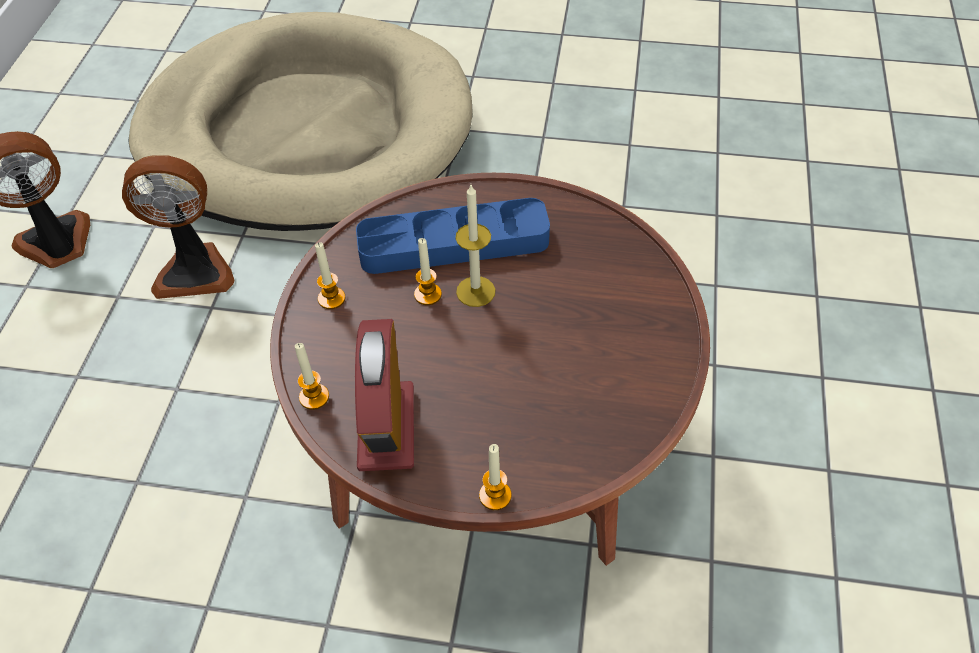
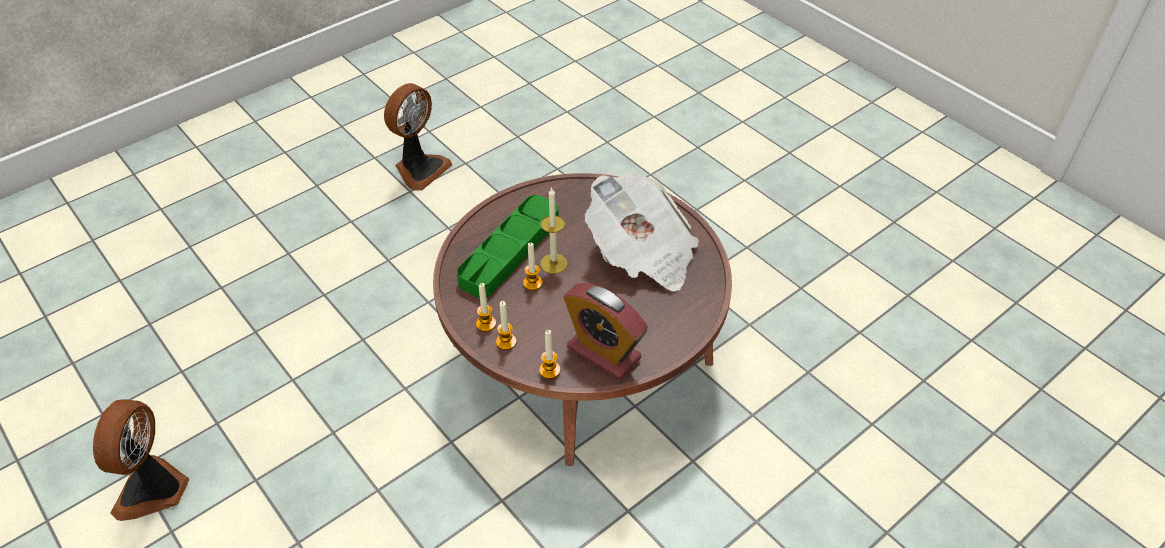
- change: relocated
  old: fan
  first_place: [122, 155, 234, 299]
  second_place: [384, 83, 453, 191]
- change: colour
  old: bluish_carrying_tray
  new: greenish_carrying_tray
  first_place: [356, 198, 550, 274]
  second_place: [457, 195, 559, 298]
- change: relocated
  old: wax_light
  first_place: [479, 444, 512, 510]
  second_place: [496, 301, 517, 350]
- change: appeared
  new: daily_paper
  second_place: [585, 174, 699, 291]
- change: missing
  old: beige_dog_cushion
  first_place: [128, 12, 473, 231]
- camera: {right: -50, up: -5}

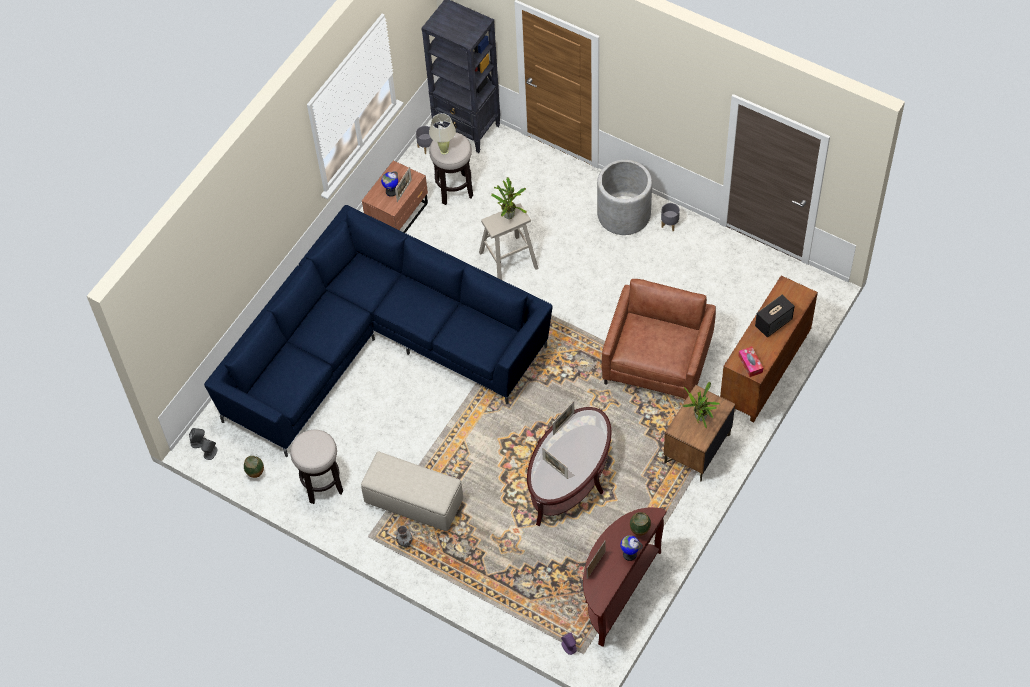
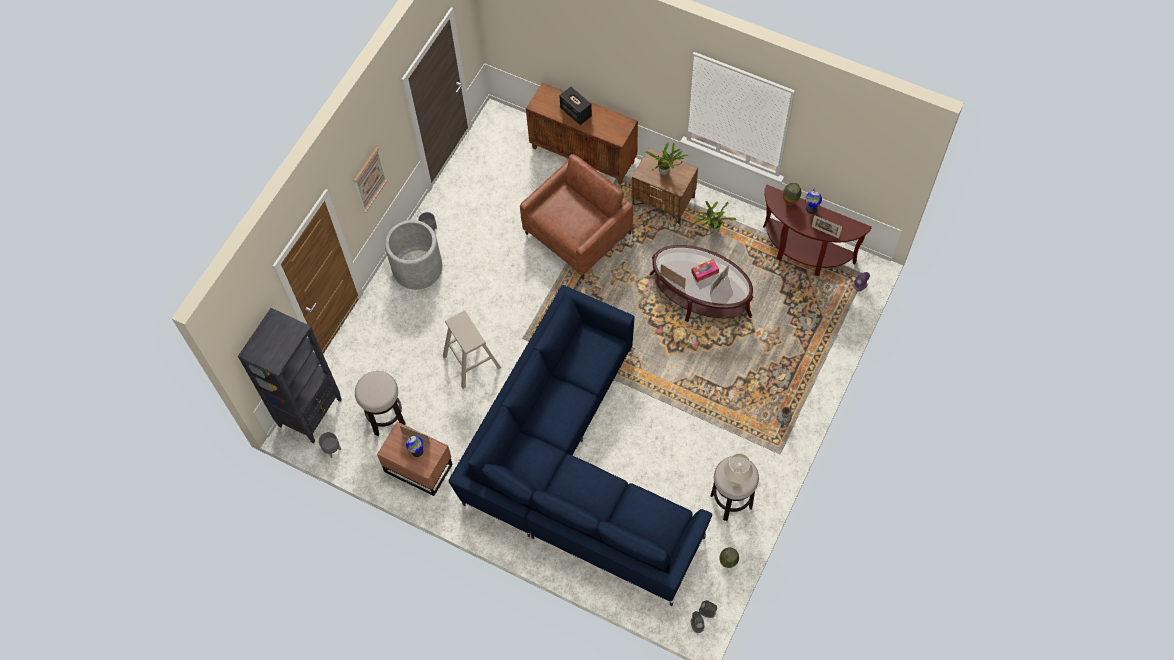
- change: appeared
  new: wall_picture
  second_place: [354, 147, 388, 213]
- change: spun
  old: brown-coloured_armchair
  first_place: [601, 279, 716, 399]
  second_place: [520, 154, 633, 279]
  degrees: 120
- change: relocated
  old: tissue_holder
  first_place: [738, 346, 763, 377]
  second_place: [691, 259, 719, 282]
- change: relocated
  old: potted_plant
  first_place: [491, 177, 527, 219]
  second_place: [693, 201, 736, 233]
- change: relocated
  old: beige_lamp_for_a_table
  first_place: [429, 113, 456, 155]
  second_place: [724, 453, 753, 486]
- change: missing
  old: beige_ottoman
  first_place: [361, 451, 463, 531]
- camera: {right: -95, up: 5}

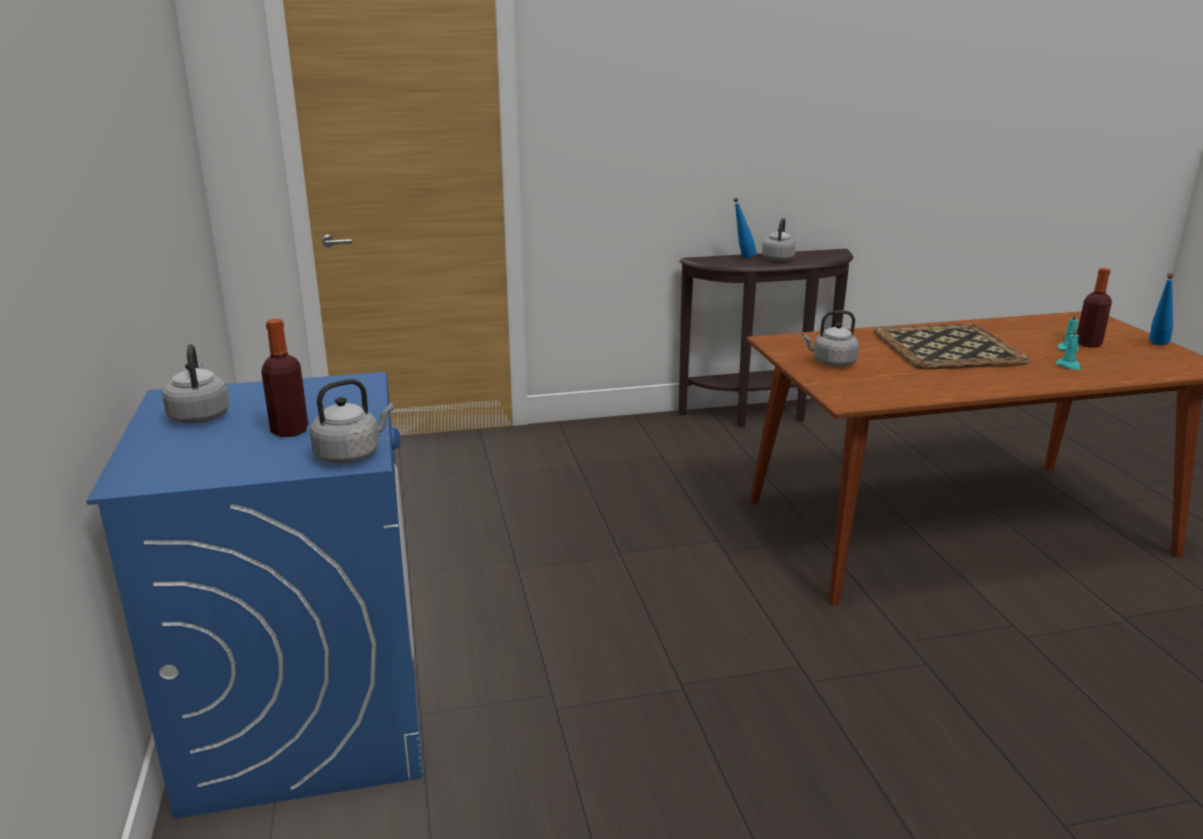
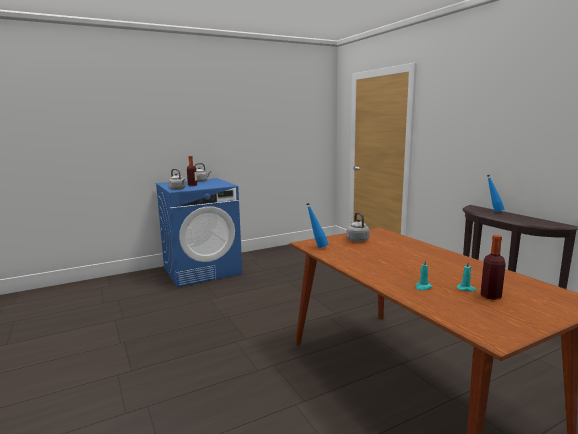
- change: relocated
  old: bluish_drink_bottle
  first_place: [1149, 273, 1174, 345]
  second_place: [306, 203, 329, 248]
- change: missing
  old: grey_tea_kettle
  first_place: [762, 218, 796, 261]
- change: missing
  old: carrying_tray
  first_place: [874, 324, 1030, 369]
- camera: {right: 75, up: -10}

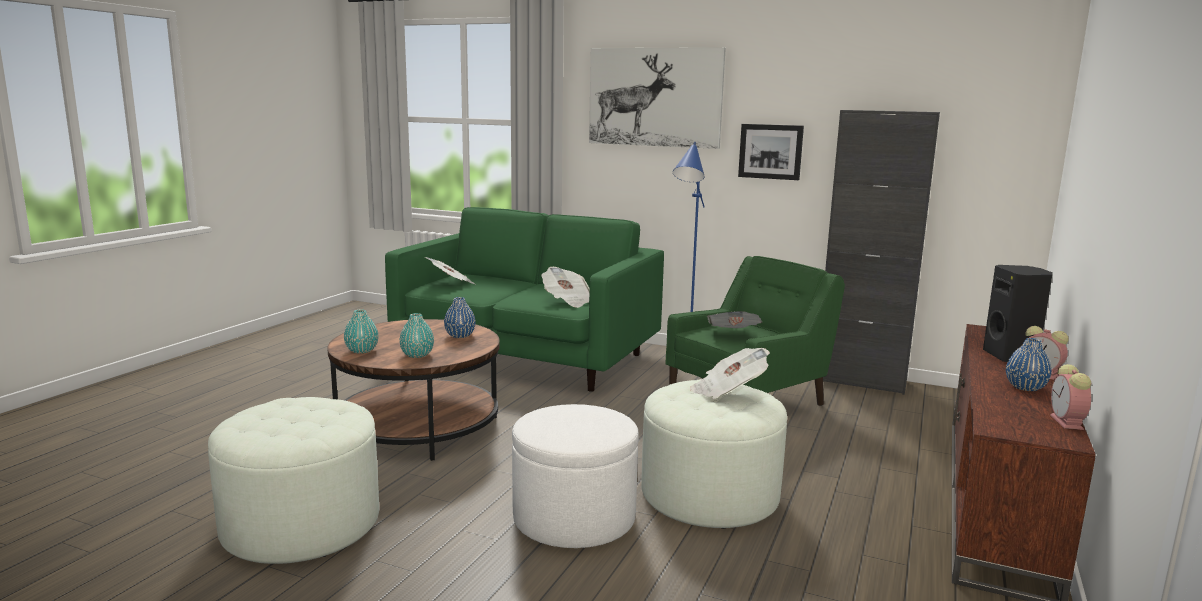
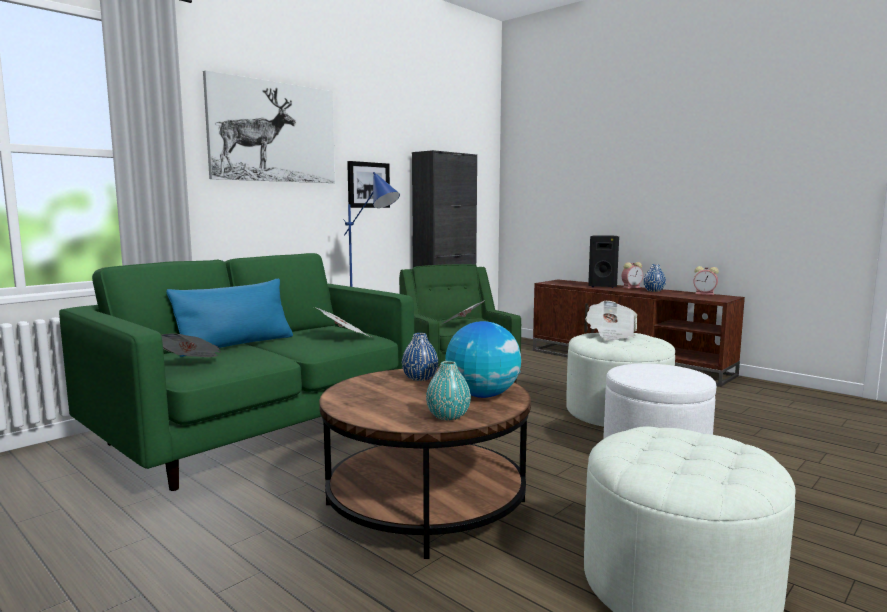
- change: appeared
  new: bluish_cushion
  second_place: [166, 278, 293, 357]
- change: exchanged
  old: blue-green_vase
  new: globe
  first_place: [399, 313, 434, 358]
  second_place: [445, 321, 521, 398]
- camera: {right: -70, up: -5}

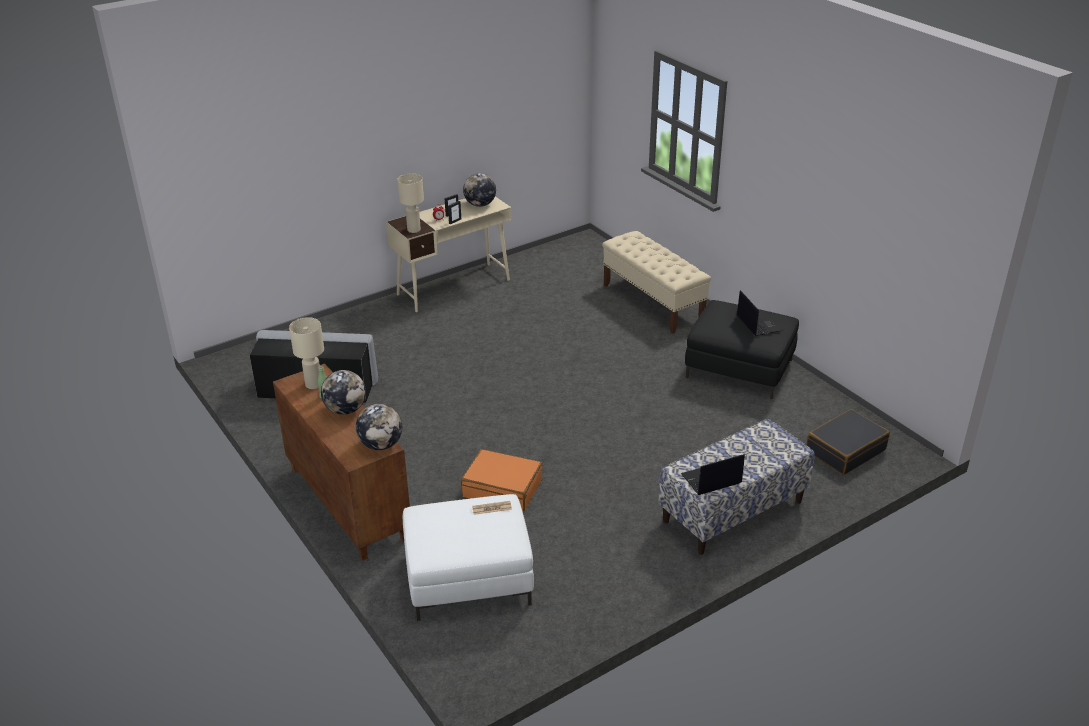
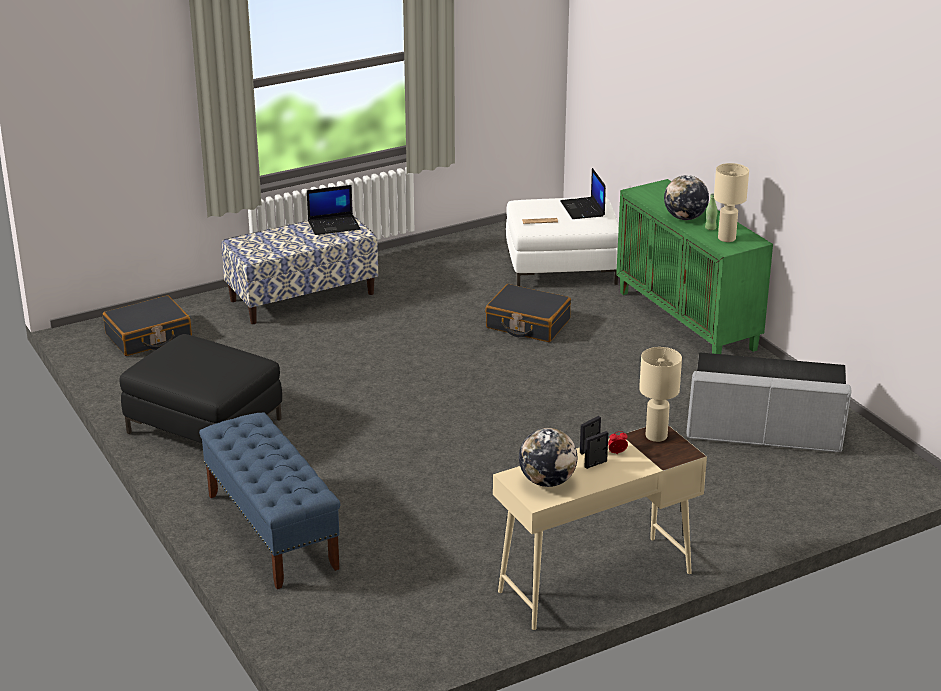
- change: colour
  old: beige_indoor_bench
  new: bluish_indoor_bench
  first_place: [602, 231, 711, 334]
  second_place: [199, 412, 340, 589]
- change: colour
  old: orange_piece_of_luggage
  new: black_piece_of_luggage
  first_place: [461, 449, 543, 511]
  second_place: [485, 284, 571, 342]
- change: relocated
  old: laptop
  first_place: [737, 290, 782, 336]
  second_place: [560, 168, 606, 219]
- change: colour
  old: brown-coloured_cabinet
  new: greenish_cabinet
  first_place: [273, 363, 410, 561]
  second_place: [616, 179, 773, 354]
- change: missing
  old: globe
  first_place: [356, 404, 402, 450]
- camera: {right: -175, up: -5}

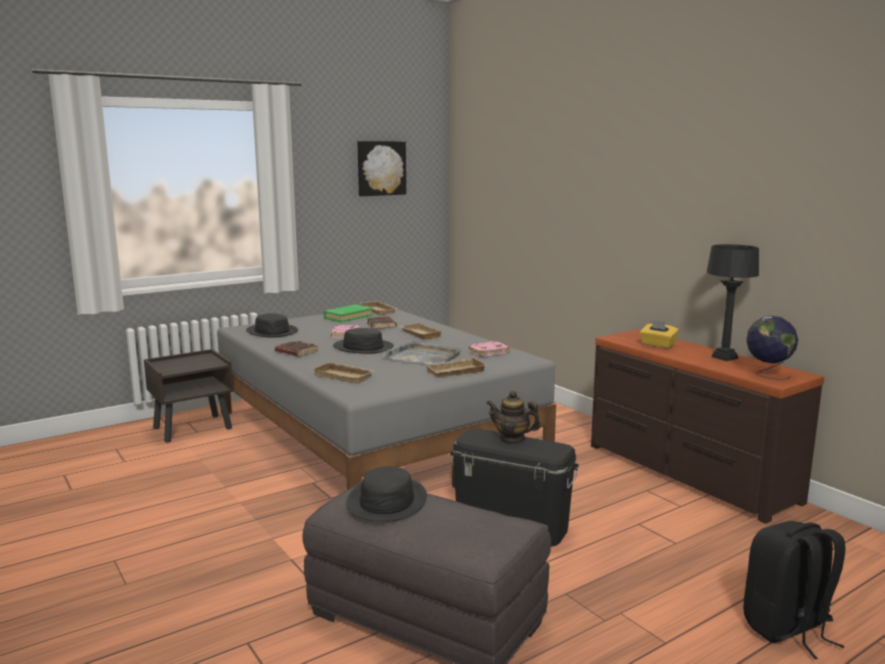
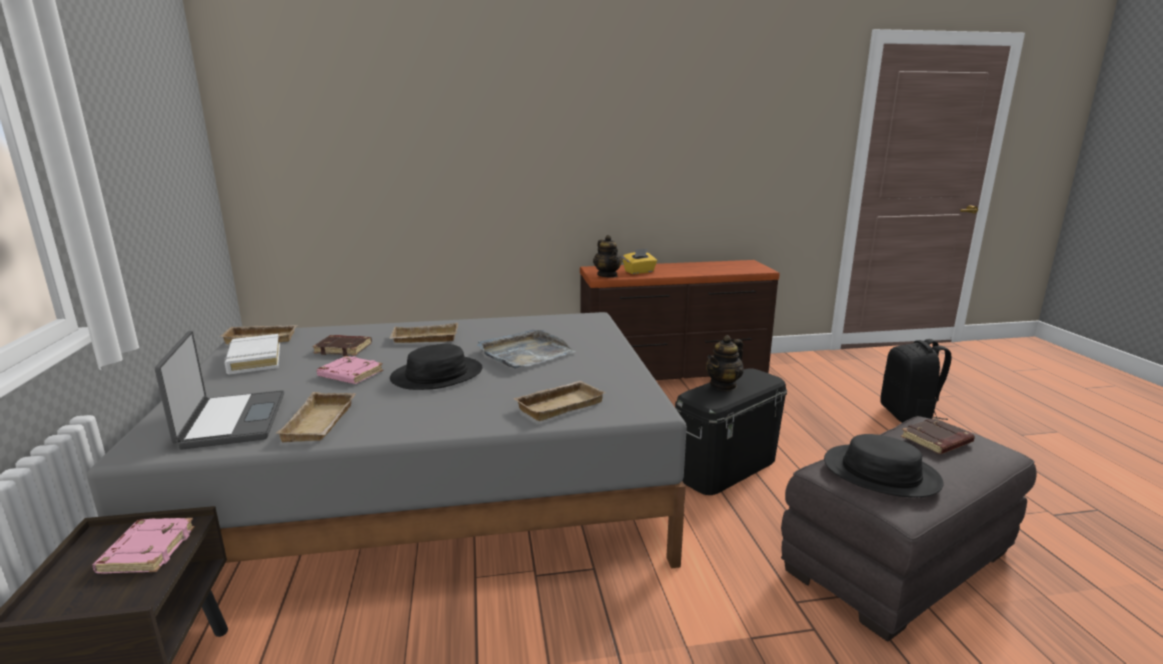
- change: relocated
  old: pinkish_volume
  first_place: [467, 341, 510, 357]
  second_place: [92, 518, 195, 574]
- change: exchanged
  old: black_hat
  new: laptop
  first_place: [246, 313, 298, 337]
  second_place: [155, 331, 284, 450]
- change: colour
  old: greenish_volume
  new: white-coloured_volume
  first_place: [324, 304, 373, 323]
  second_place: [224, 334, 280, 374]
- change: relocated
  old: beige_carrying_tray
  first_place: [425, 357, 488, 377]
  second_place: [275, 392, 356, 442]
- change: appeared
  new: pot_for_tea
  second_place: [593, 235, 622, 278]
- change: relocated
  old: brown-coloured_volume
  first_place: [275, 341, 318, 357]
  second_place: [901, 418, 975, 454]
- change: missing
  old: wall_picture
  first_place: [357, 141, 406, 196]
- change: missing
  old: black_lamp_for_a_table
  first_place: [707, 244, 759, 361]
- change: missing
  old: globe
  first_place: [746, 316, 798, 380]
- camera: {right: -65, up: 5}

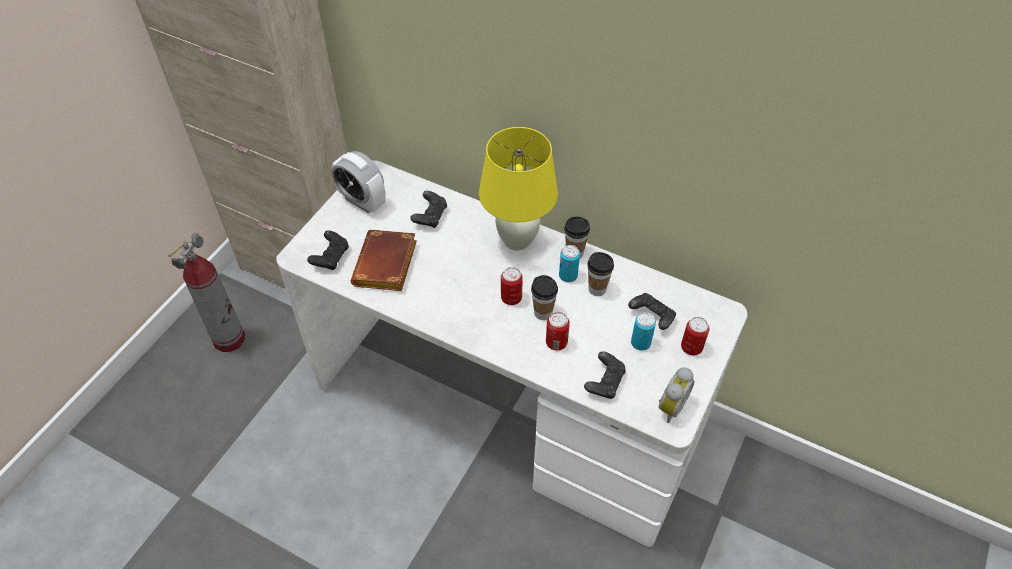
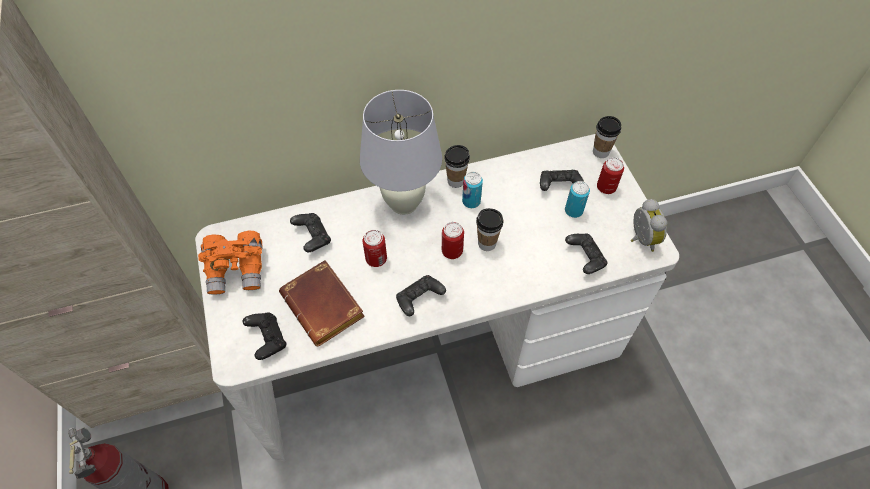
- change: exchanged
  old: alarm_clock
  new: orange_binoculars
  first_place: [331, 151, 385, 213]
  second_place: [198, 231, 263, 295]
- change: colour
  old: yellow_lamp_for_a_table
  new: white-coloured_lamp_for_a_table
  first_place: [479, 127, 558, 251]
  second_place: [360, 90, 442, 215]
- change: relocated
  old: metal_can
  first_place: [546, 312, 570, 351]
  second_place: [363, 230, 387, 267]
- change: appeared
  new: black_gamepad
  second_place: [396, 275, 446, 316]
- change: relocated
  old: cup
  first_place: [587, 252, 614, 296]
  second_place: [593, 116, 621, 158]
- camera: {right: -45, up: 5}

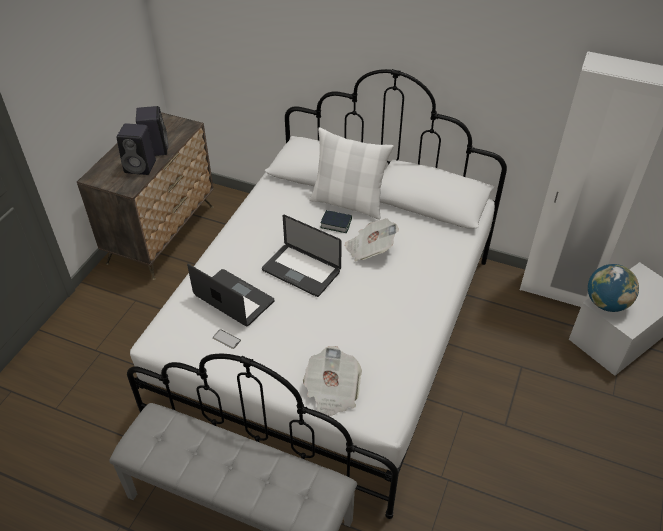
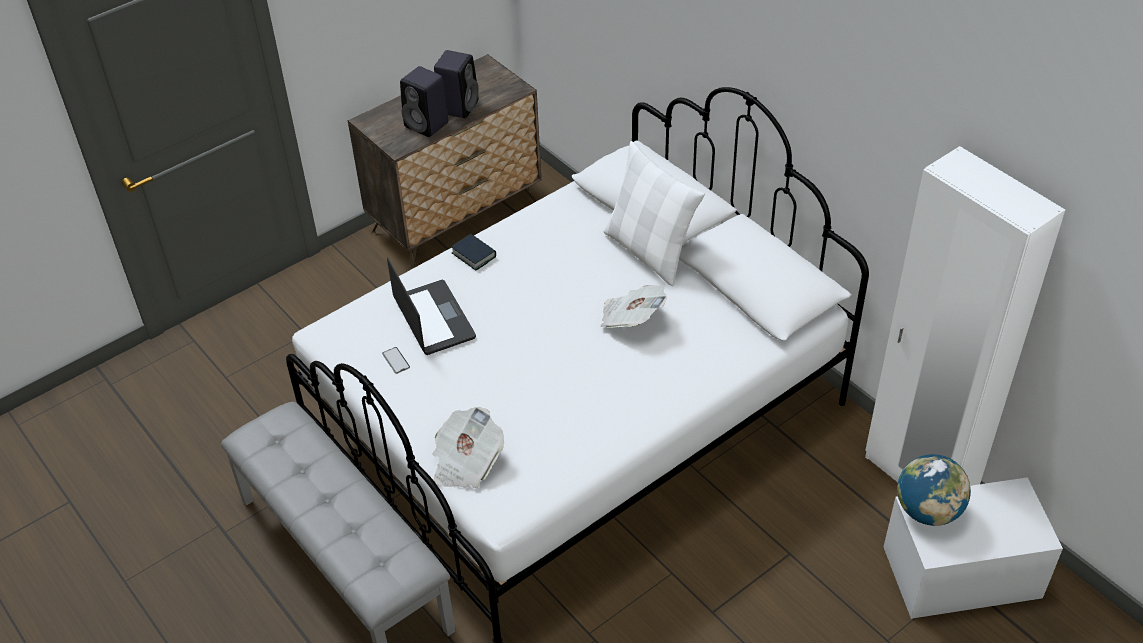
- change: relocated
  old: volume
  first_place: [320, 210, 352, 233]
  second_place: [451, 234, 496, 271]
- change: missing
  old: laptop
  first_place: [262, 215, 342, 297]
- camera: {right: 30, up: 0}

